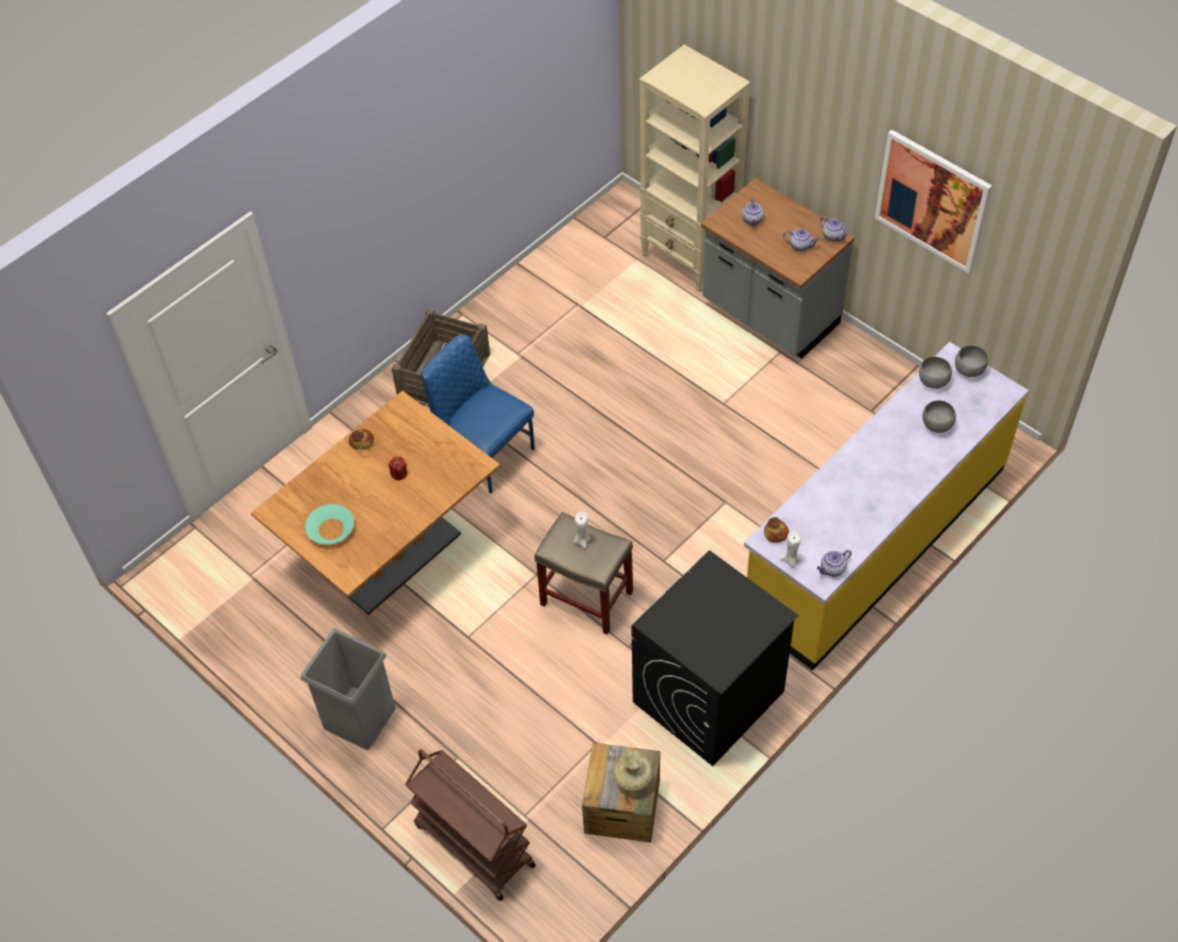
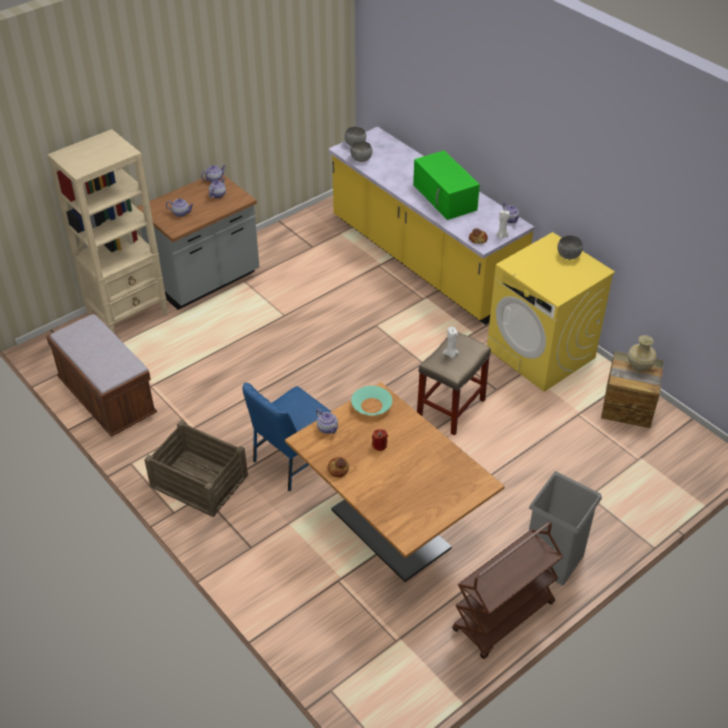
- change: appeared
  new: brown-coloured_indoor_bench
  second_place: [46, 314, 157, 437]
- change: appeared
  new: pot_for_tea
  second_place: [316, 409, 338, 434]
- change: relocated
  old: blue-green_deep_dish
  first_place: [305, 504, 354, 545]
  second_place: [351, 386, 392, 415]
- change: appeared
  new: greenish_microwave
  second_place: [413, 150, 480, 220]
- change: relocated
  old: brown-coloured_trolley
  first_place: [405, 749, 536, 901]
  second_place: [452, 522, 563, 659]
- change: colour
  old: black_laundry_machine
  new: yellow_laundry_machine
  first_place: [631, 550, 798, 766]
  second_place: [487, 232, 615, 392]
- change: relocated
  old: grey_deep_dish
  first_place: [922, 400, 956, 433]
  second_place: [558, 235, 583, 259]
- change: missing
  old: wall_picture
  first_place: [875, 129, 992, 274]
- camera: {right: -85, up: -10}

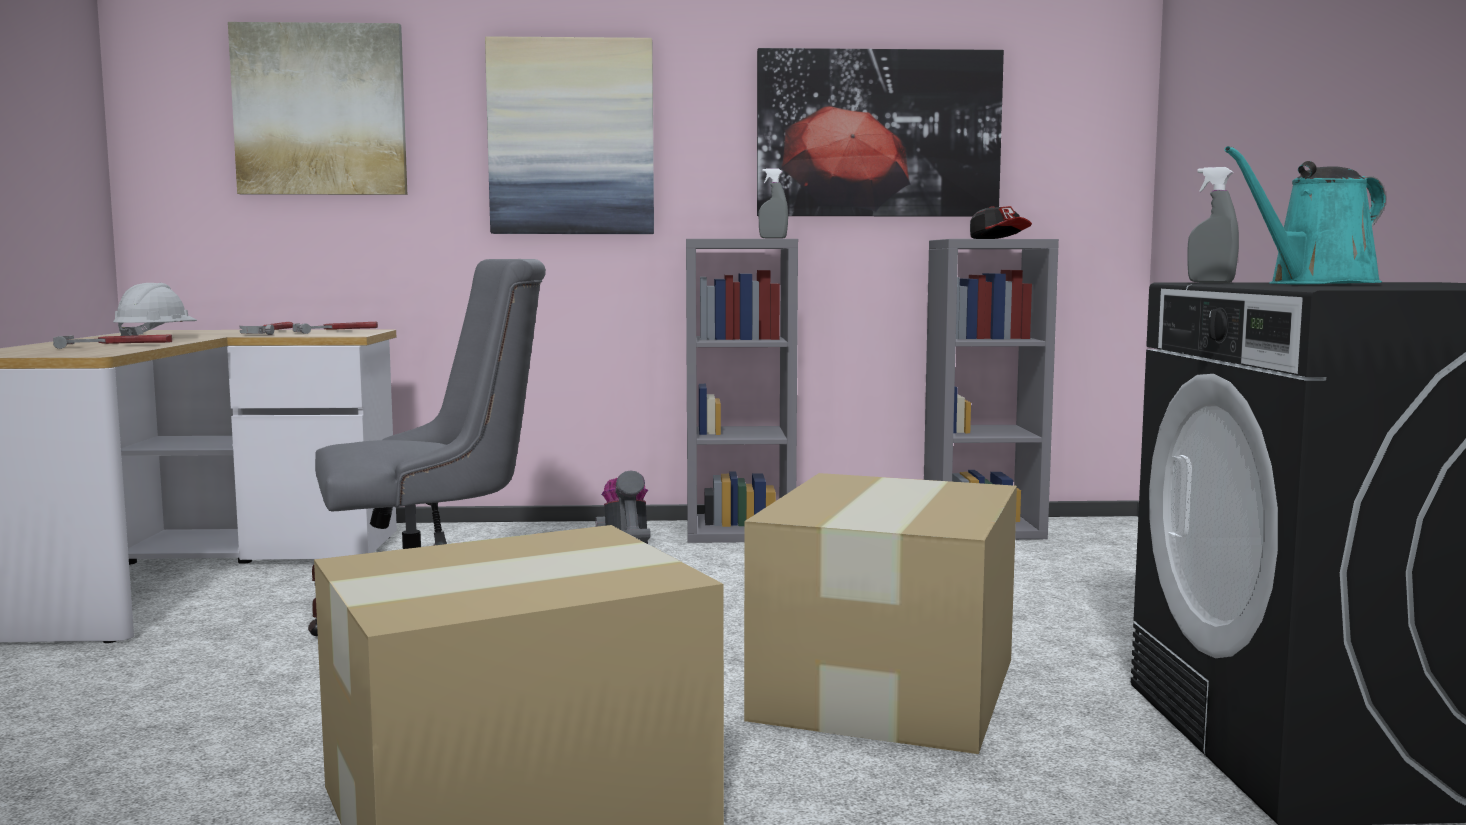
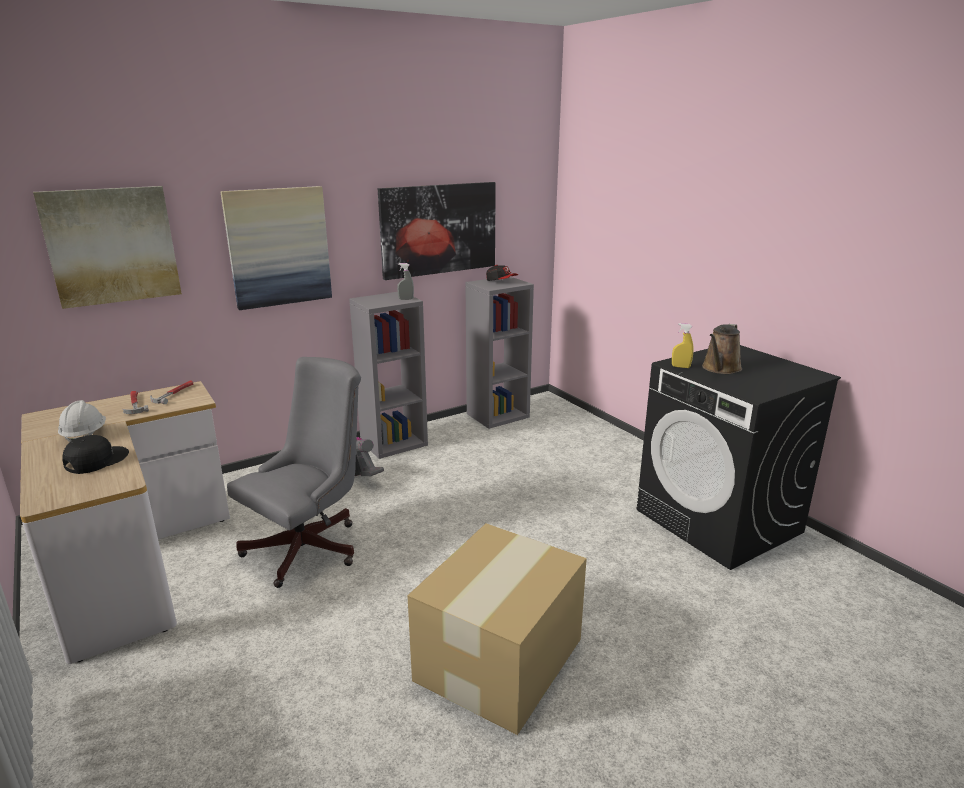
- change: exchanged
  old: tool_hammer
  new: black_peaked_cap
  first_place: [53, 334, 172, 349]
  second_place: [62, 435, 129, 474]
- change: colour
  old: grey_spray_bottle
  new: yellow_spray_bottle
  first_place: [1187, 167, 1239, 283]
  second_place: [672, 323, 694, 368]
- change: colour
  old: blue-green_sprinkling_can
  new: brown-coloured_sprinkling_can
  first_place: [1224, 146, 1386, 284]
  second_place: [702, 324, 742, 374]
- change: missing
  old: carton
  first_place: [744, 473, 1017, 754]
- camera: {right: -30, up: 15}

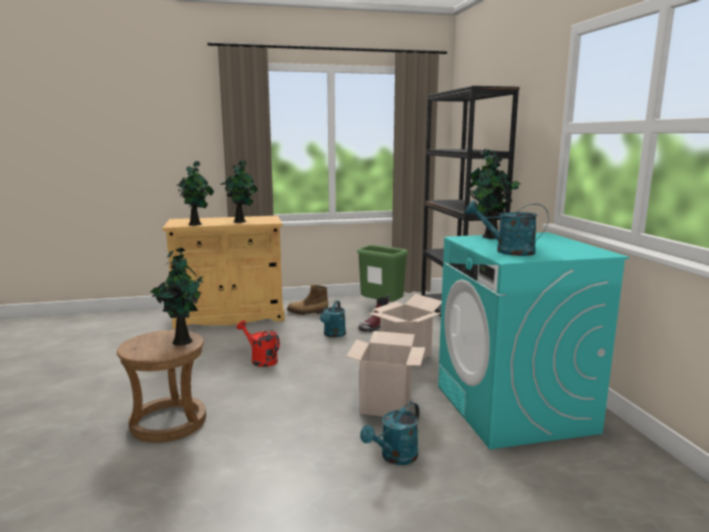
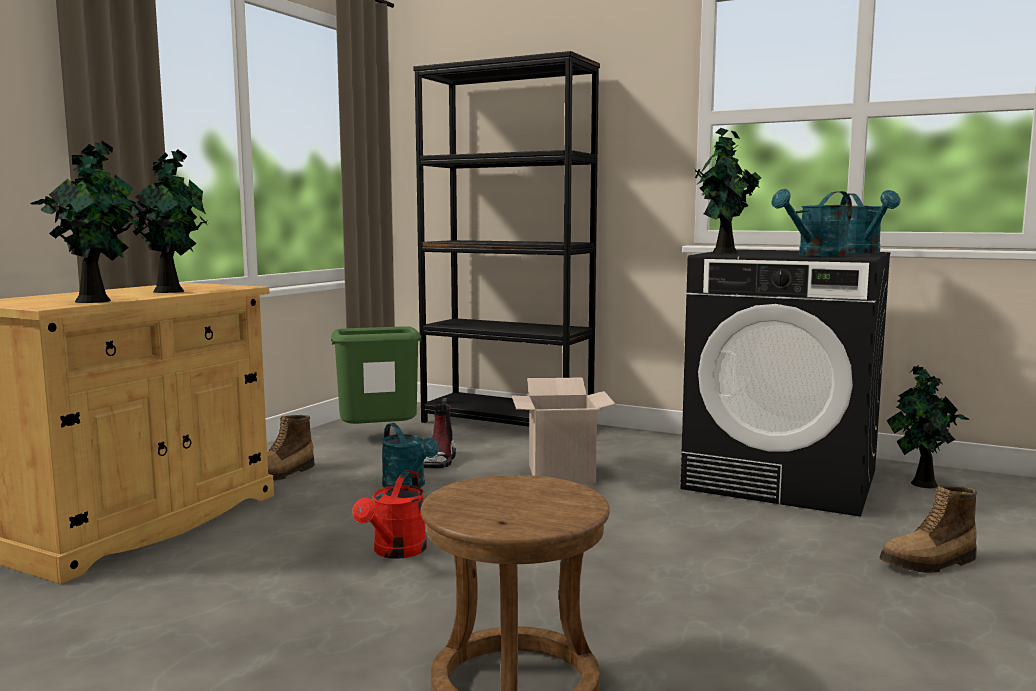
- change: spun
  old: reddish_sprinkling_can
  first_place: [237, 321, 280, 367]
  second_place: [353, 470, 427, 559]
  degrees: -60
- change: colour
  old: blue-green_laundry_machine
  new: black_laundry_machine
  first_place: [438, 232, 629, 449]
  second_place: [680, 249, 890, 517]
- change: relocated
  old: blue-green_sprinkling_can
  first_place: [360, 402, 419, 465]
  second_place: [840, 190, 900, 253]
- change: appeared
  new: high-top_boot
  second_place: [879, 485, 977, 573]
- change: relocated
  old: potted_plant
  first_place: [151, 248, 203, 345]
  second_place: [887, 365, 969, 488]
- change: missing
  old: carton
  first_place: [346, 331, 425, 417]
- camera: {right: -50, up: -5}

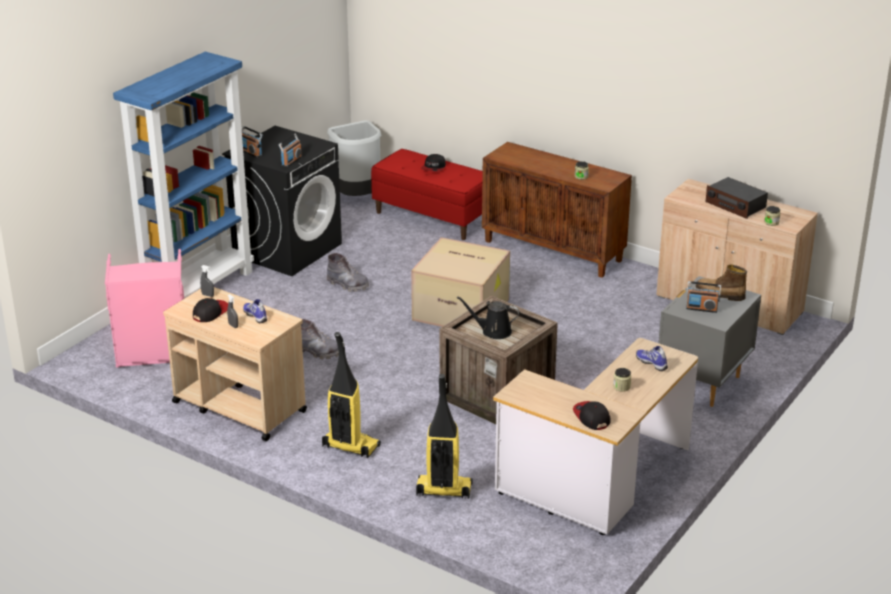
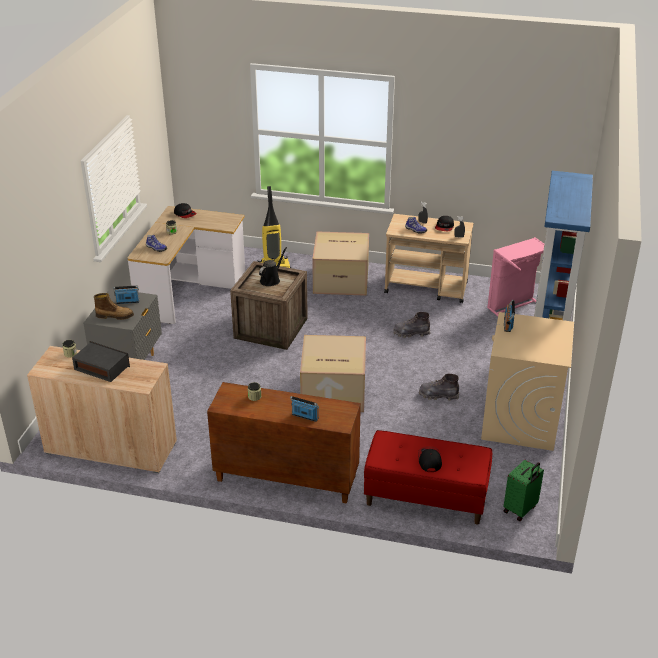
- change: spun
  old: black_sprinkling_can
  first_place: [456, 296, 520, 339]
  second_place: [259, 247, 287, 286]
  degrees: -45
- change: relocated
  old: radio_receiver
  first_place: [242, 126, 263, 158]
  second_place: [290, 396, 319, 422]
- change: exchanged
  old: vacuum_cleaner
  new: carton
  first_place: [322, 332, 381, 458]
  second_place: [312, 231, 369, 296]
- change: colour
  old: black_laundry_machine
  new: beige_laundry_machine
  first_place: [222, 126, 342, 276]
  second_place: [481, 312, 574, 451]
- change: exchanged
  old: grey_rubbish_bin
  new: greenish_piece_of_luggage
  first_place: [327, 120, 381, 196]
  second_place: [504, 460, 544, 521]
- camera: {right: 160, up: 5}

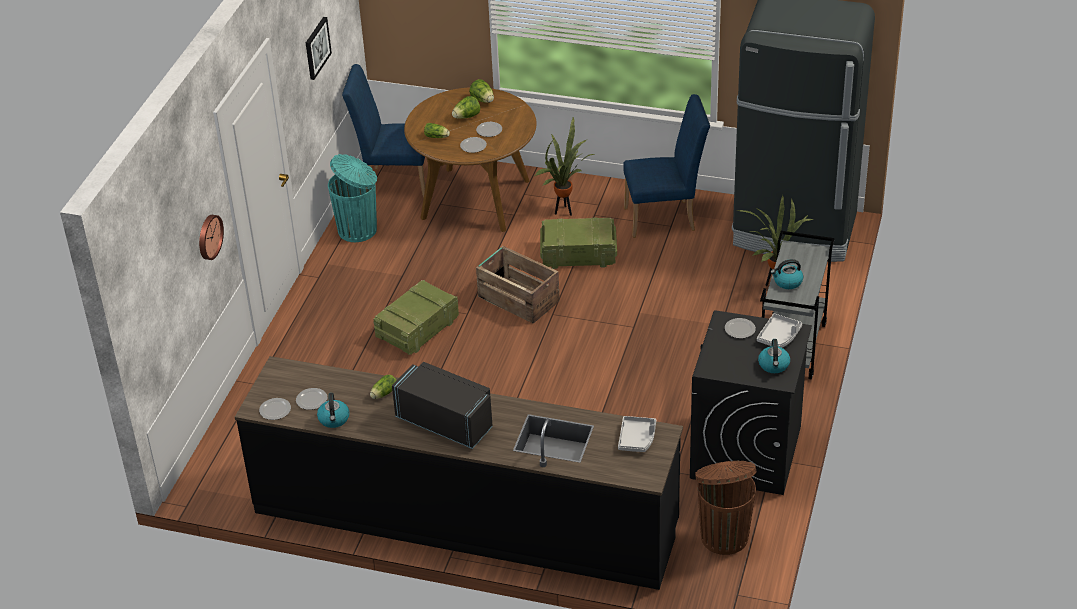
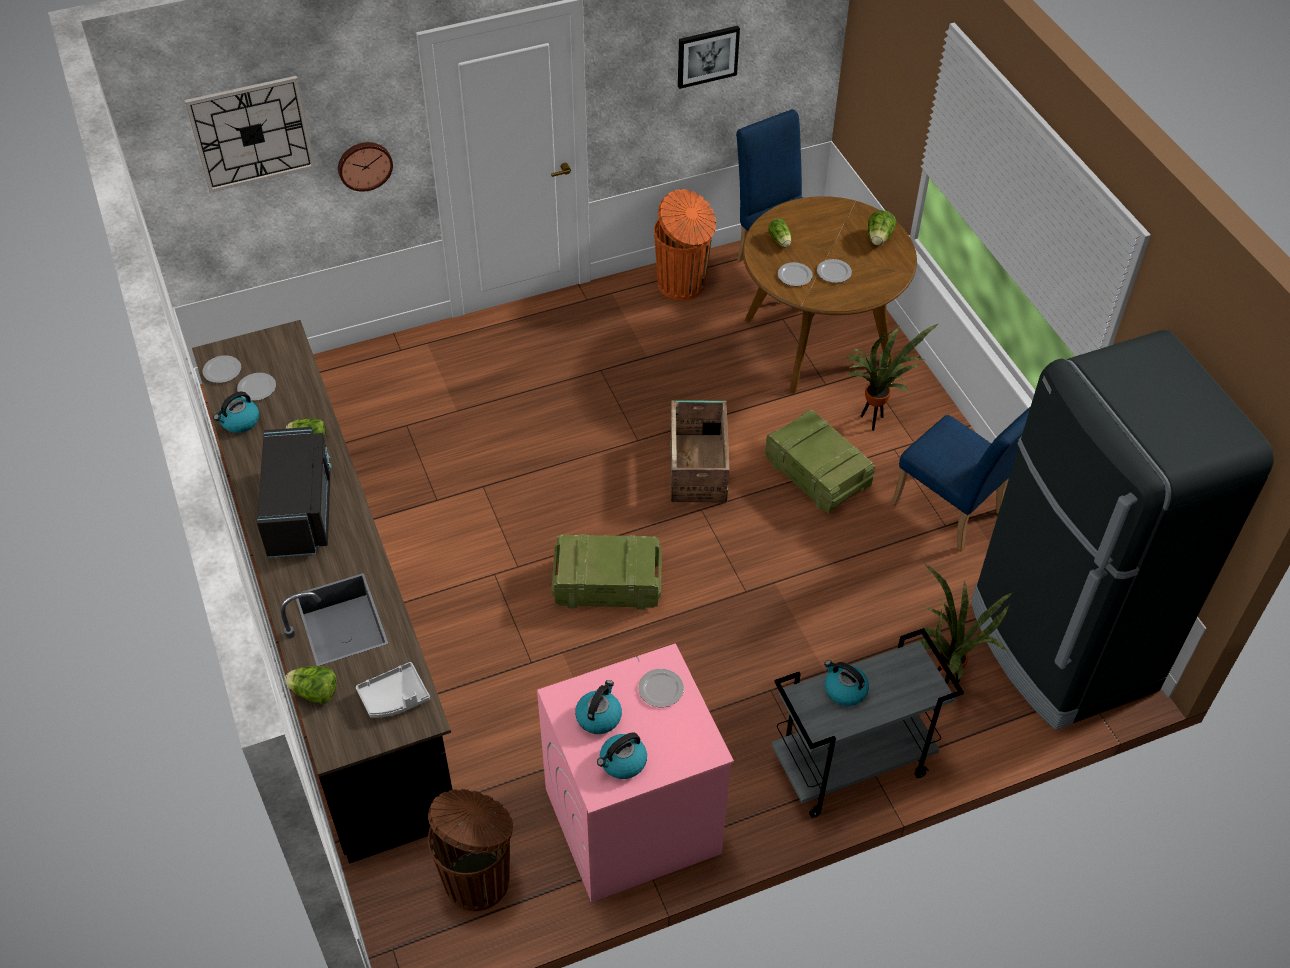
- change: appeared
  new: clock_on_the_wall
  second_place: [184, 76, 315, 193]
- change: relocated
  old: head_of_lettuce
  first_place: [452, 96, 480, 119]
  second_place: [285, 666, 337, 704]
- change: colour
  old: black_laundry_machine
  new: pinkish_laundry_machine
  first_place: [690, 310, 812, 495]
  second_place: [537, 643, 734, 903]
- change: relocated
  old: packing_crate
  first_place: [373, 280, 459, 355]
  second_place: [552, 534, 662, 610]
- change: appeared
  new: tea_kettle
  second_place: [575, 680, 622, 734]
- change: colour
  old: blue-green_rubbish_bin
  new: orange_rubbish_bin
  first_place: [328, 154, 377, 242]
  second_place: [654, 189, 716, 301]
- change: missing
  old: grey_carrying_tray
  first_place: [757, 313, 802, 348]
- camera: {right: 50, up: 10}

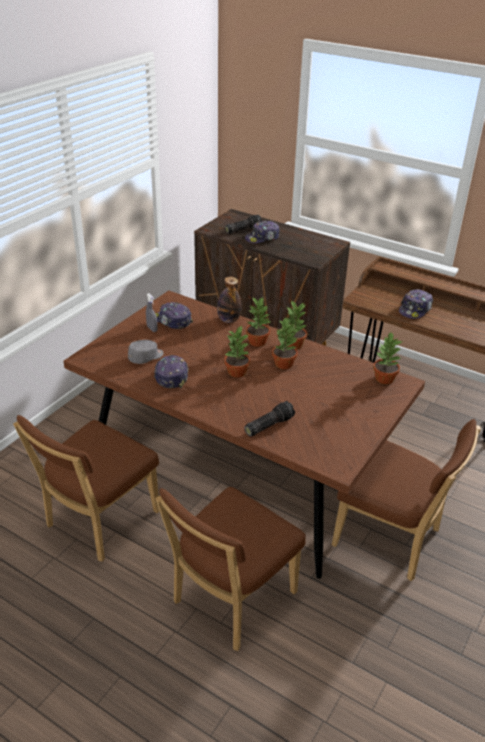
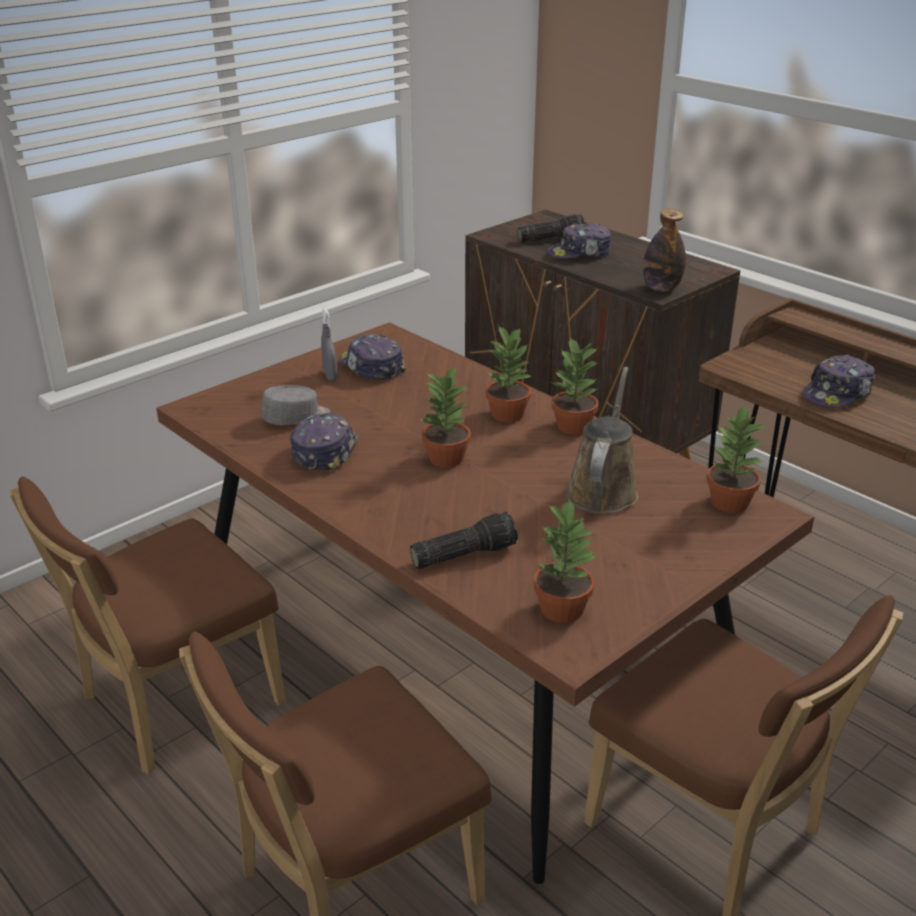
- change: relocated
  old: potted_plant
  first_place: [272, 317, 298, 369]
  second_place: [533, 499, 598, 623]
- change: appeared
  new: brown-coloured_sprinkling_can
  second_place: [565, 367, 638, 514]
- change: relocated
  old: drink_bottle
  first_place: [217, 277, 242, 323]
  second_place: [643, 209, 686, 292]
- camera: {right: 15, up: -5}

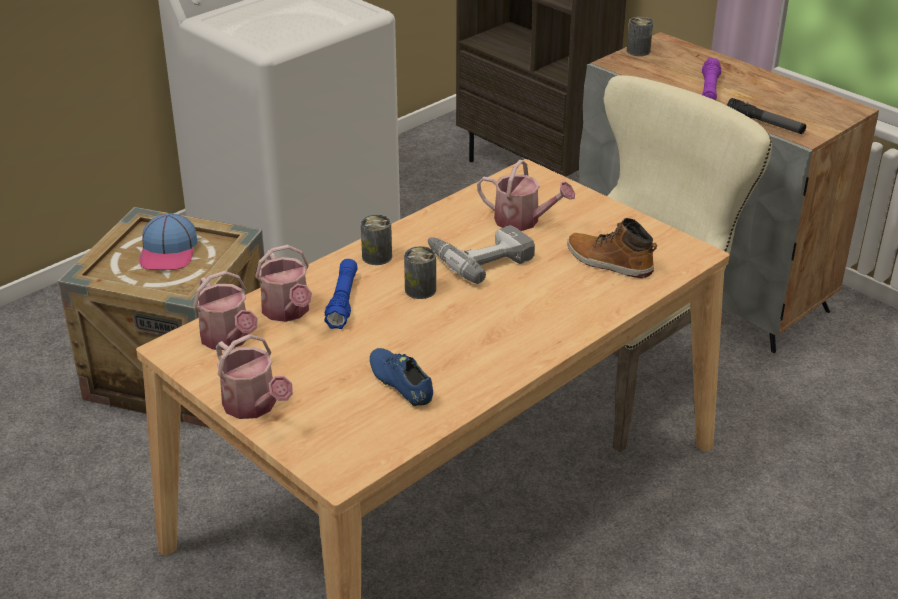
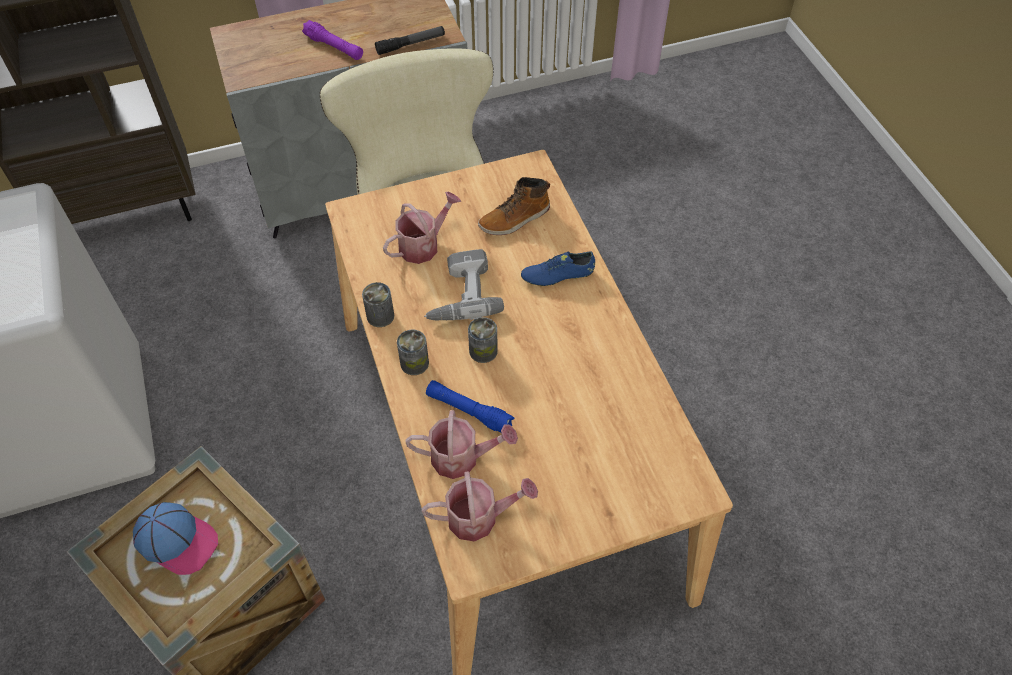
- change: relocated
  old: metal_can
  first_place: [627, 17, 653, 56]
  second_place: [362, 282, 394, 327]
- change: relocated
  old: bluish_item_of_footwear
  first_place: [370, 348, 433, 407]
  second_place: [521, 251, 595, 287]
- change: missing
  old: sprinkling_can
  first_place: [216, 334, 293, 419]
- camera: {right: -65, up: 20}

